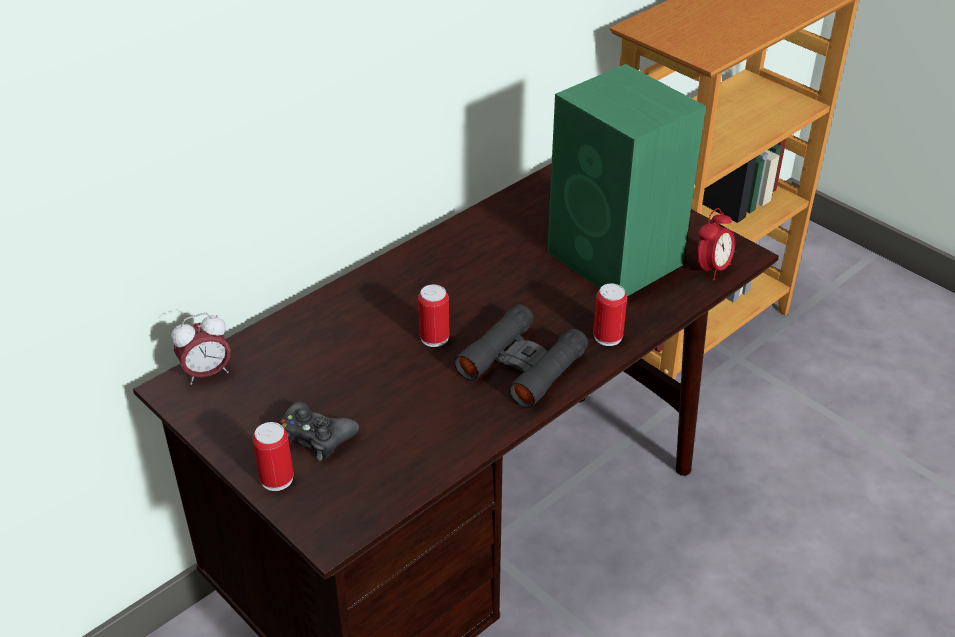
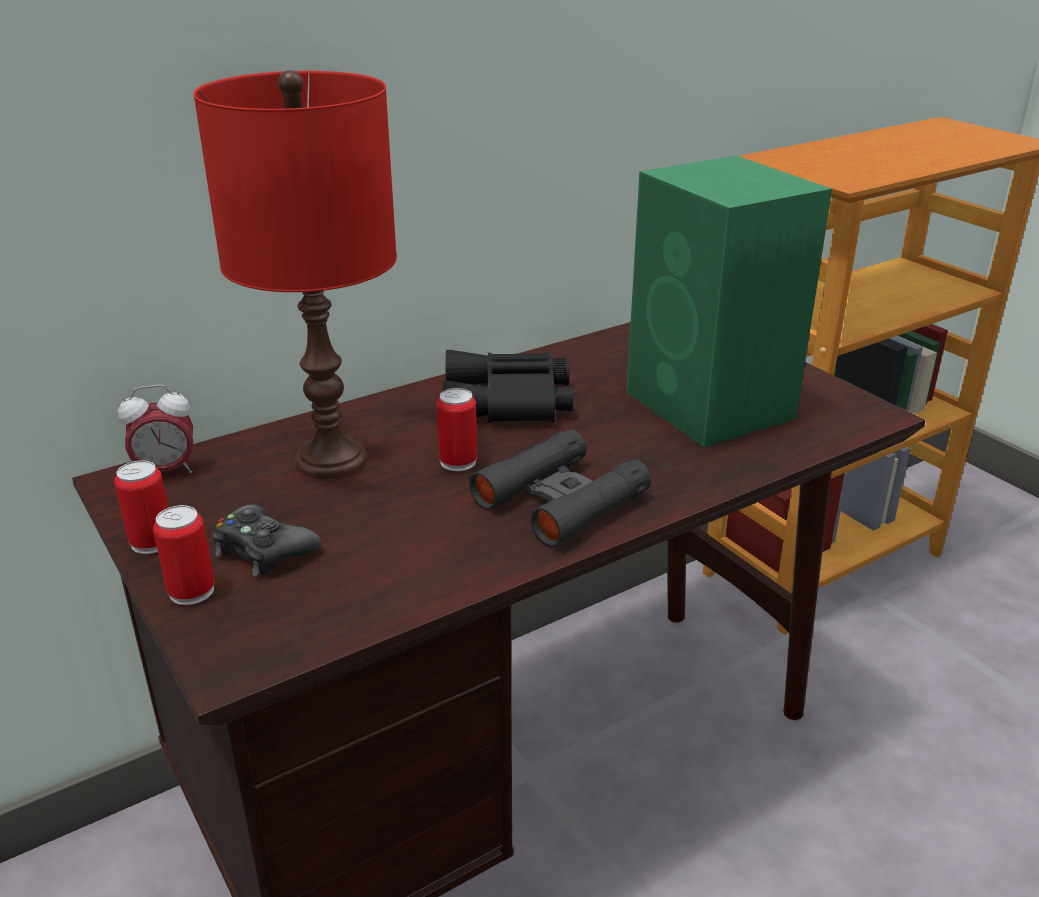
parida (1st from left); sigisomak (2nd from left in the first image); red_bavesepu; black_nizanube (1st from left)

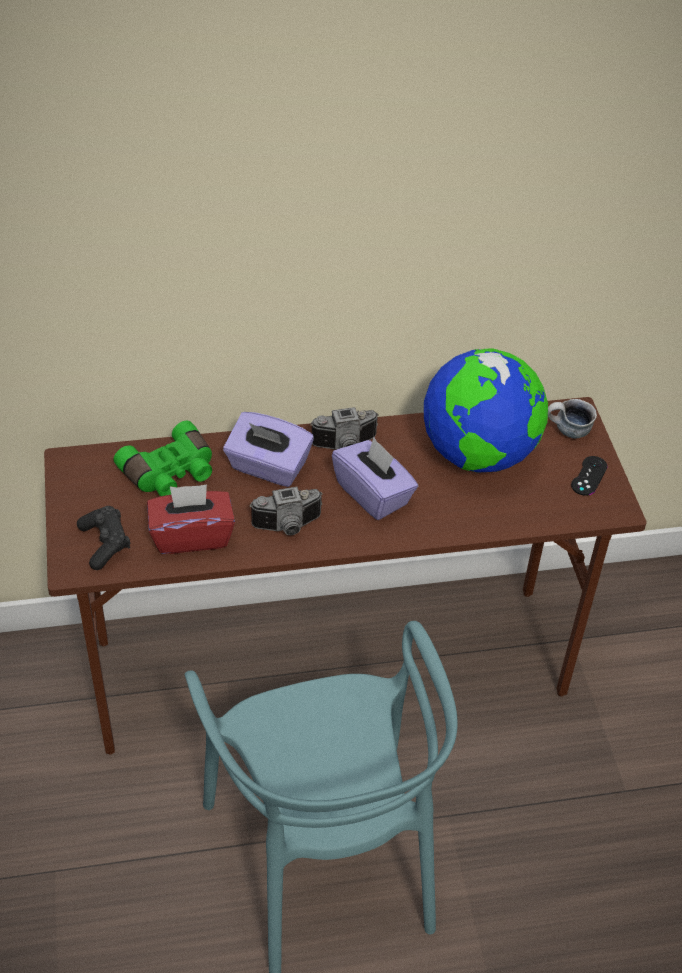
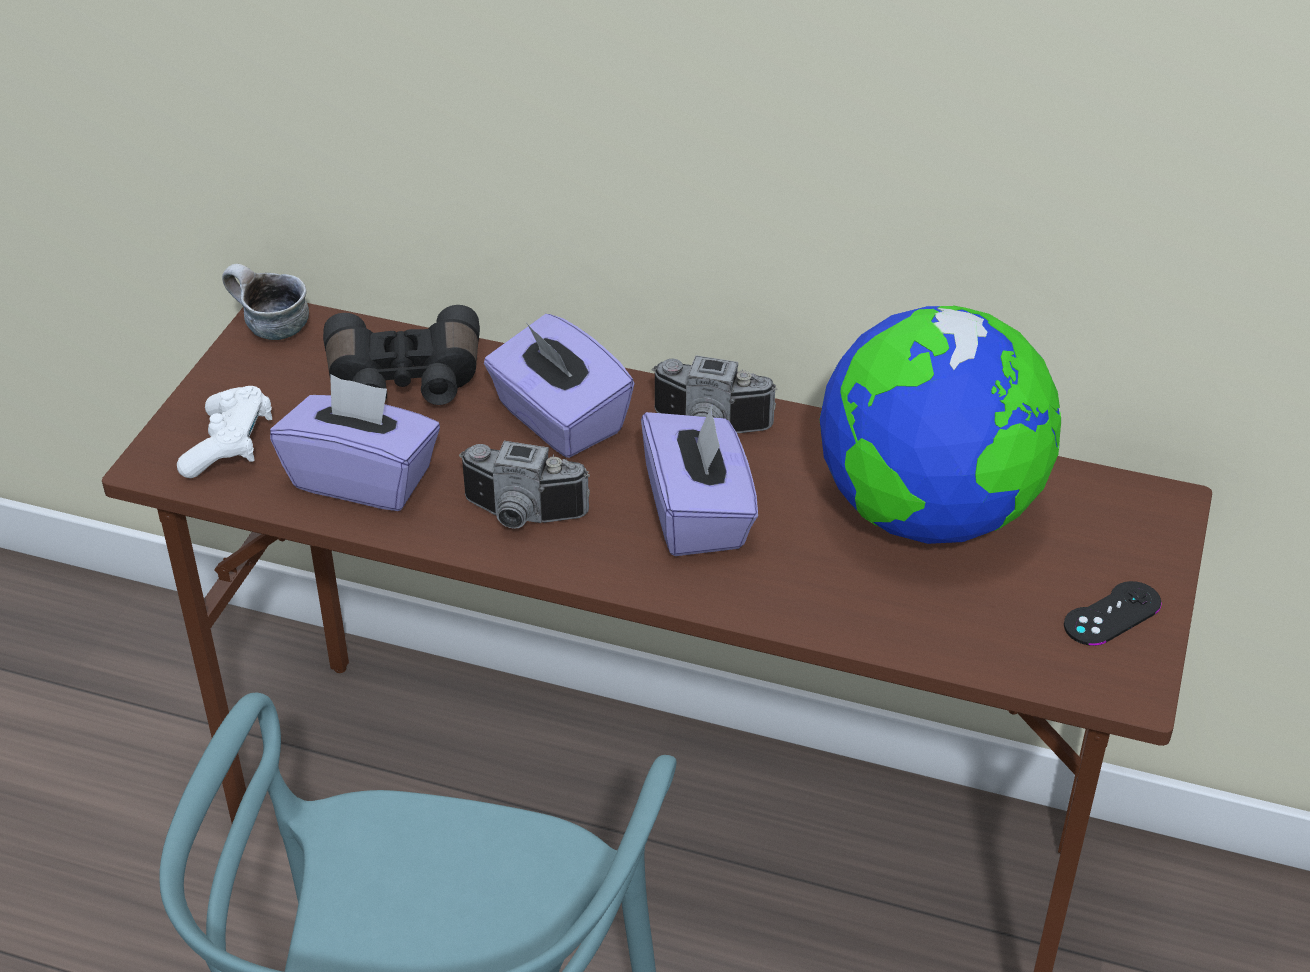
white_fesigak; black_nizanube; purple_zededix (1st from left); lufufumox

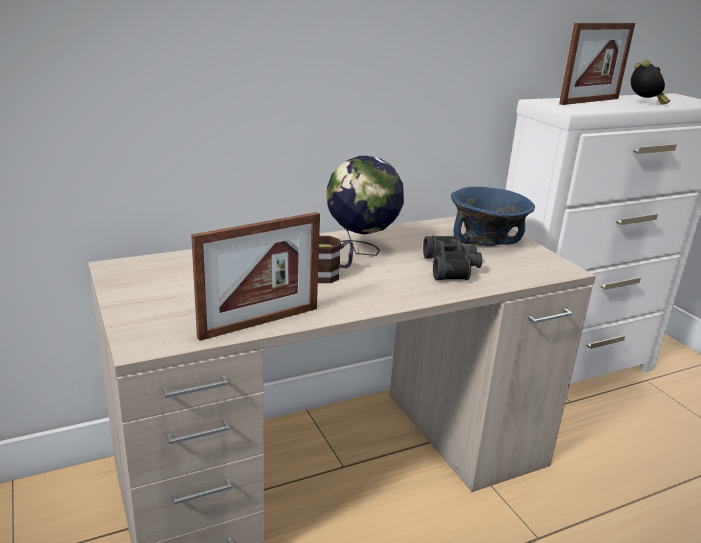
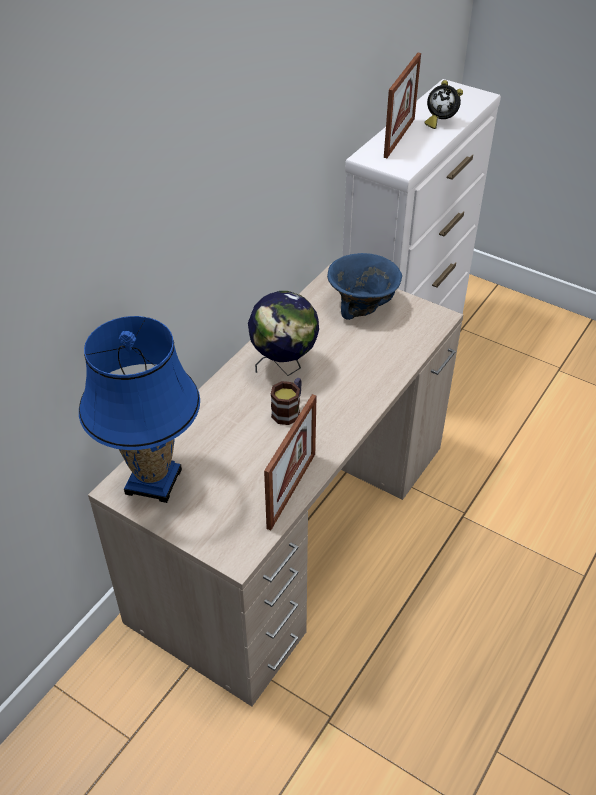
black_nizanube; sigisomak; blue_bavesepu

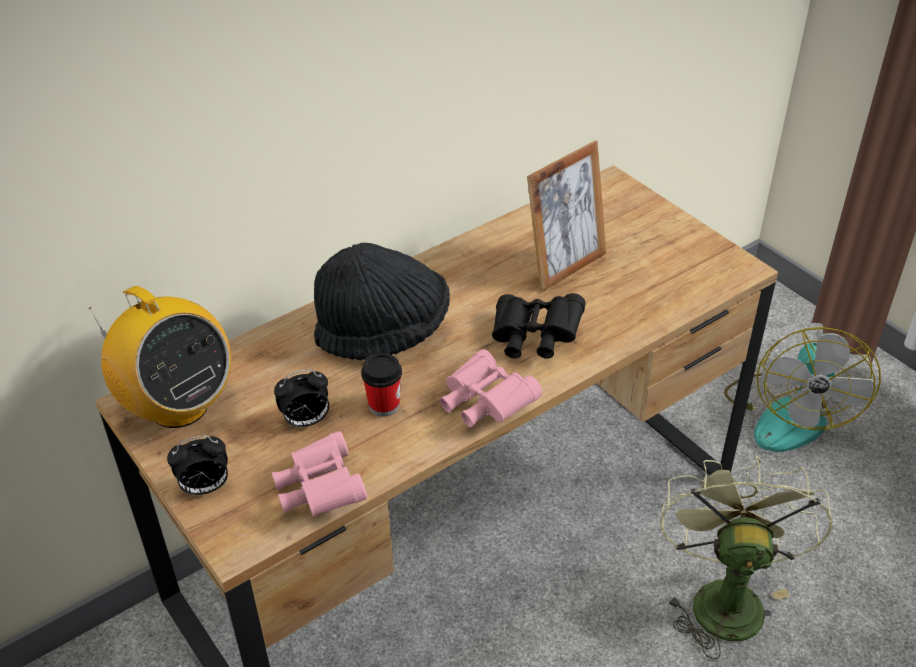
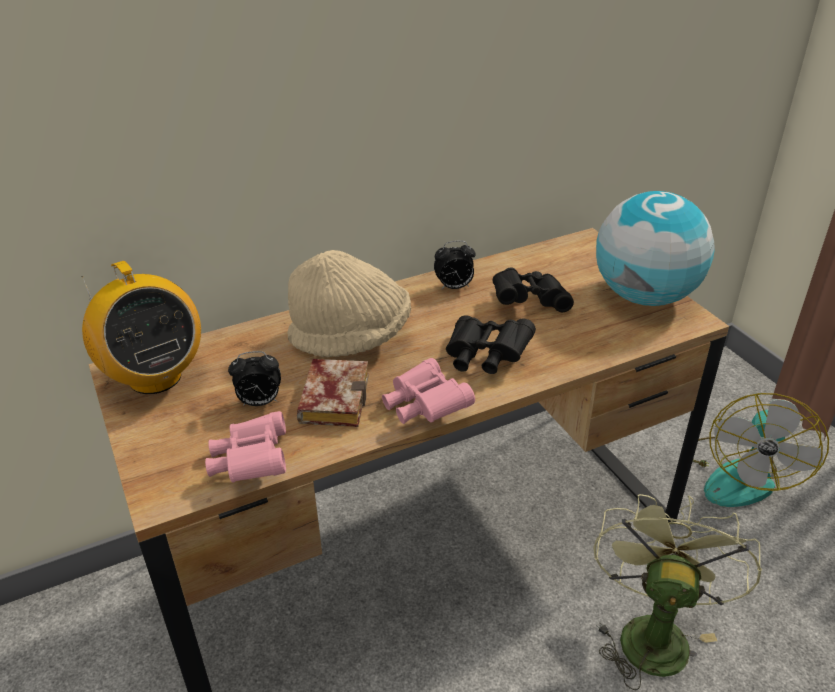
sigisomak (2nd from left); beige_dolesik; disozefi; black_nizanube (2nd from left); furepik

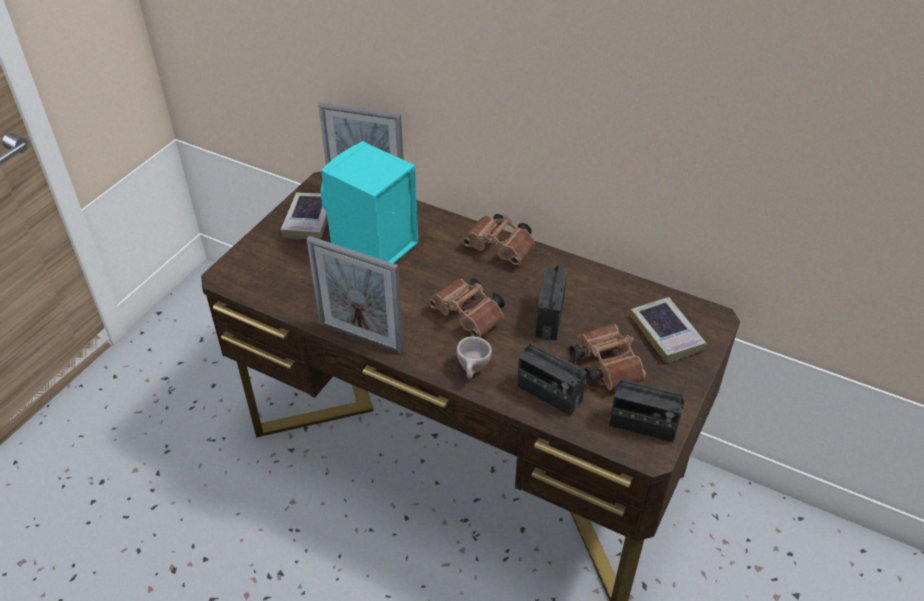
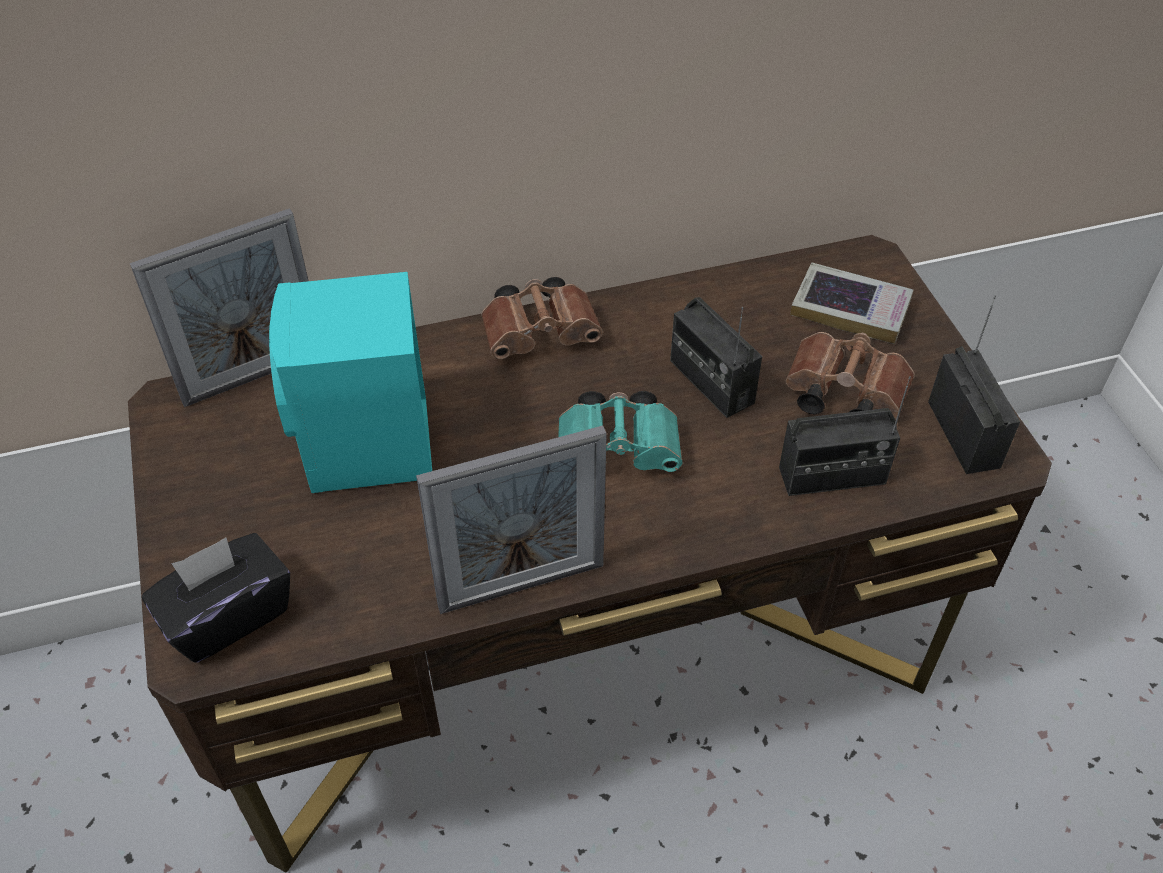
disozefi (1st from left in the first image); turquoise_nizanube; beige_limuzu; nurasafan (3rd from left); black_zededix

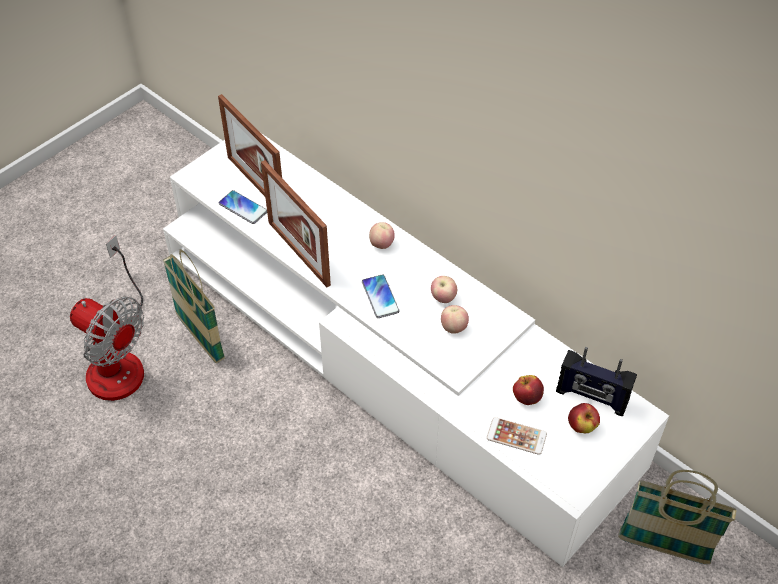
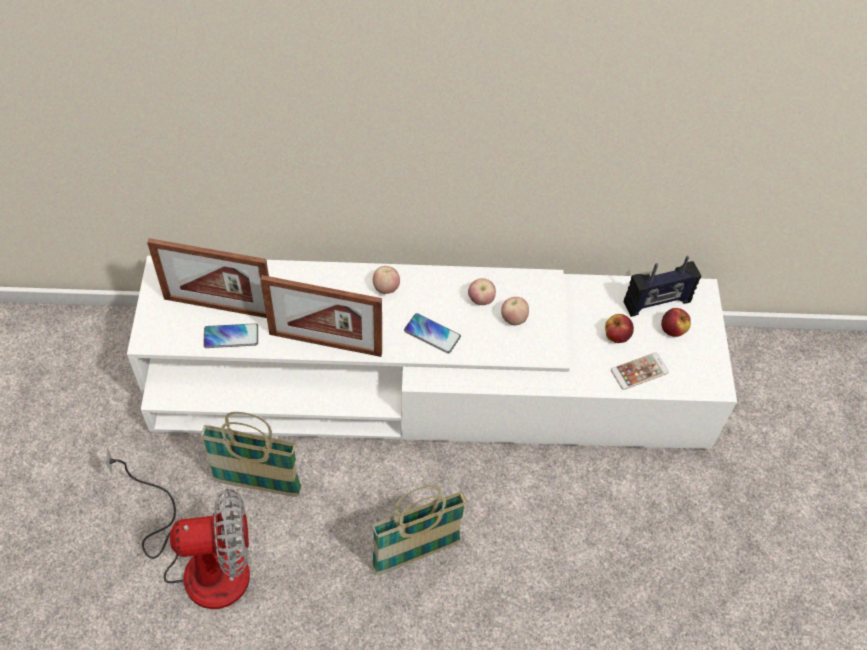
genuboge (2nd from left)

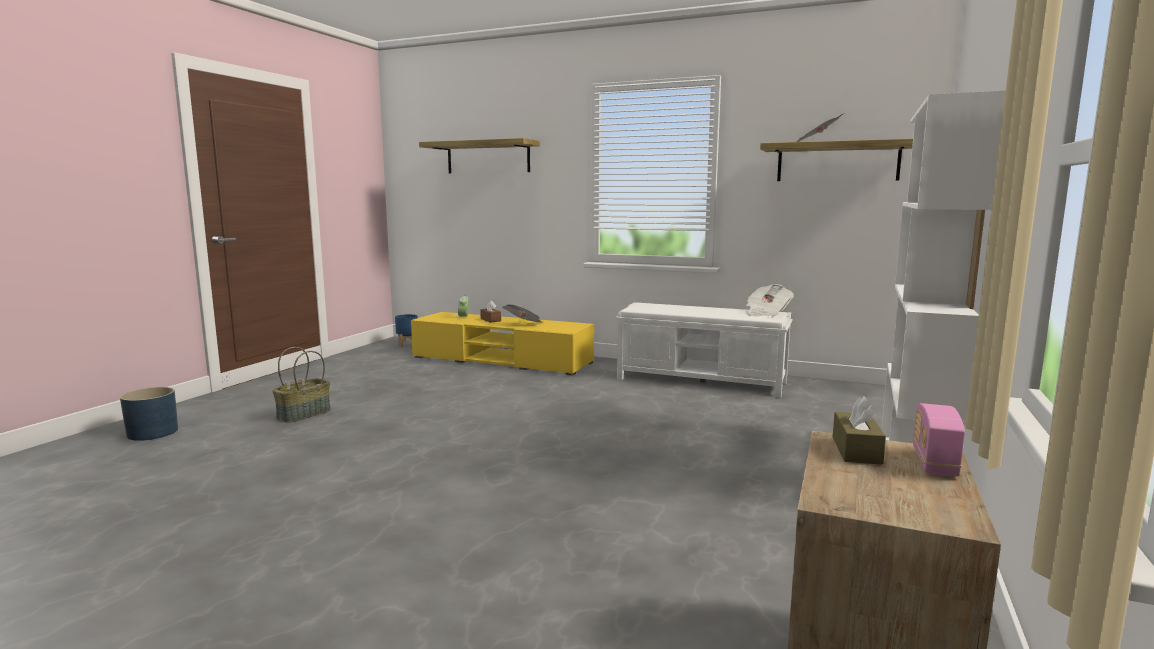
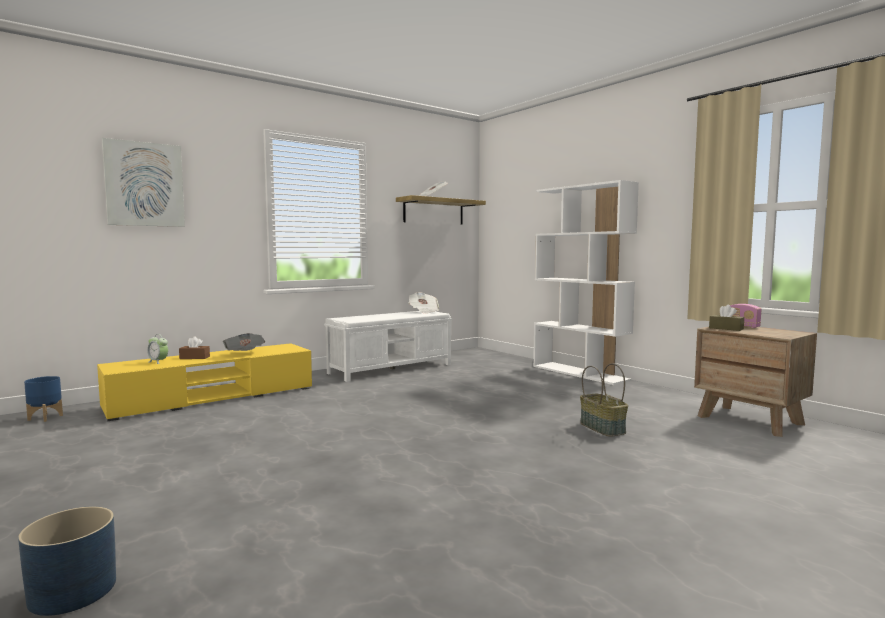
genuboge; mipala

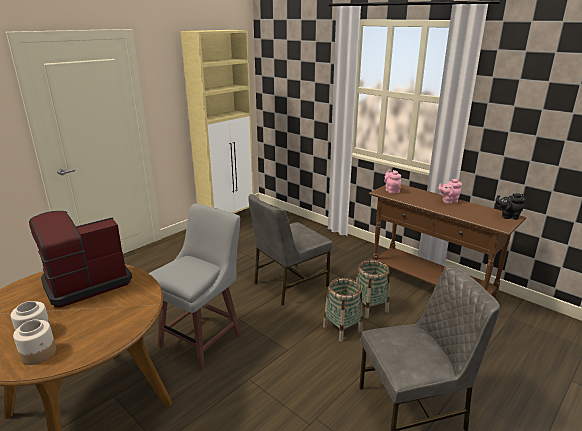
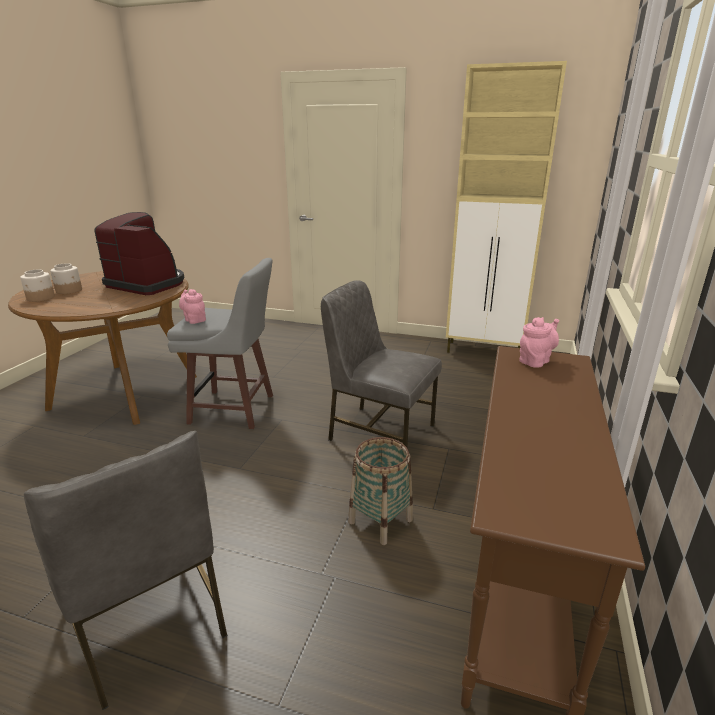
genuboge (1st from left in the first image); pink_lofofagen (1st from left); black_lofofagen

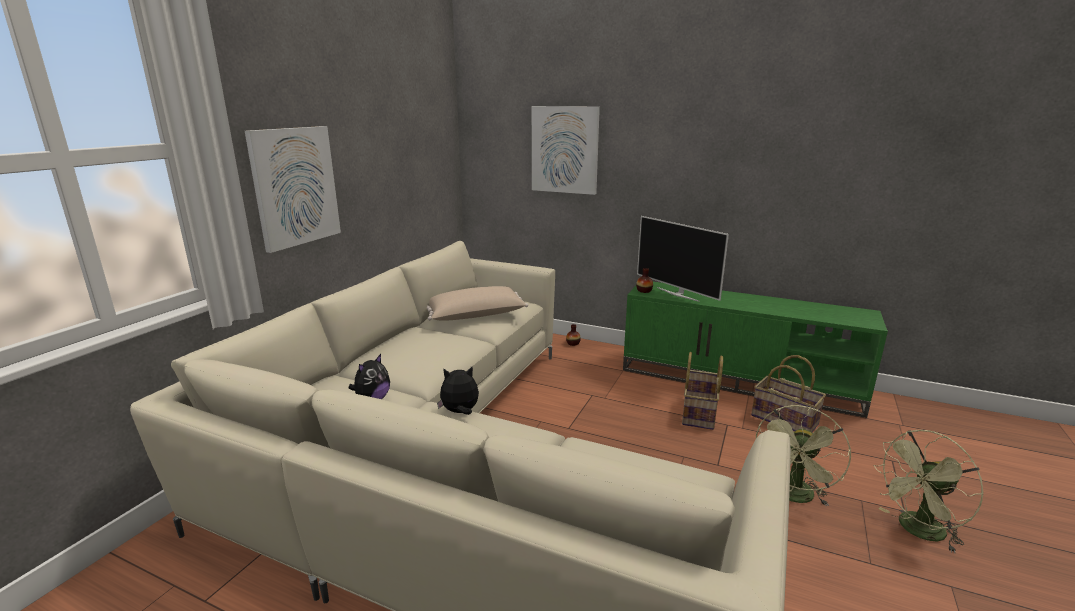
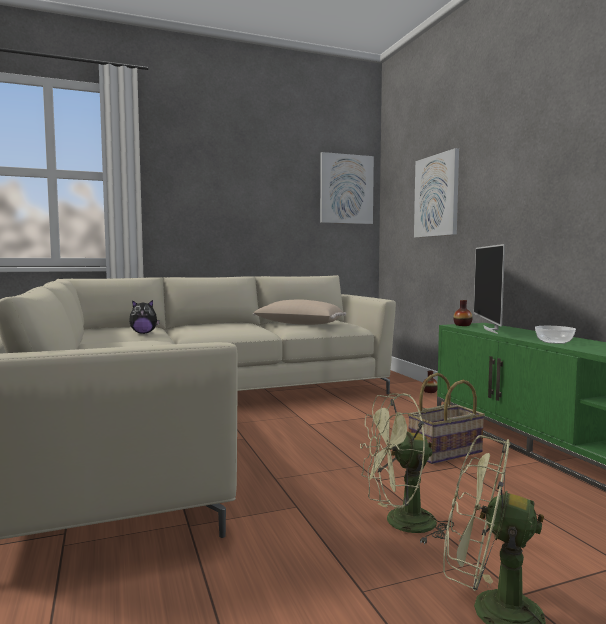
mipala (1st from left); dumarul (2nd from left in the first image); genuboge (2nd from left in the first image); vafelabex

